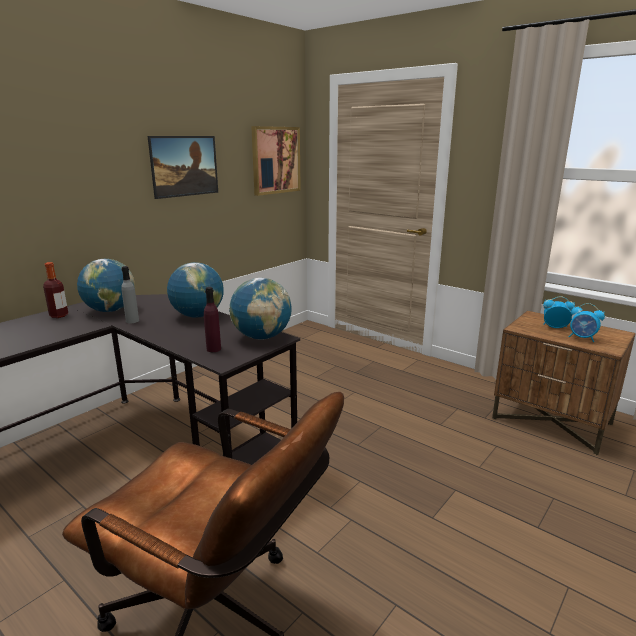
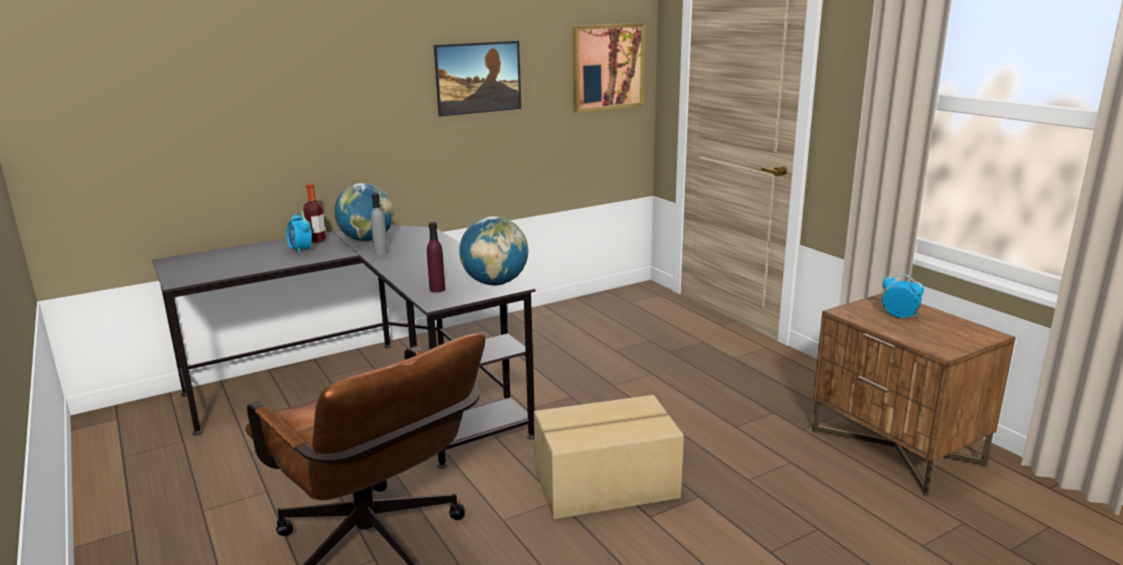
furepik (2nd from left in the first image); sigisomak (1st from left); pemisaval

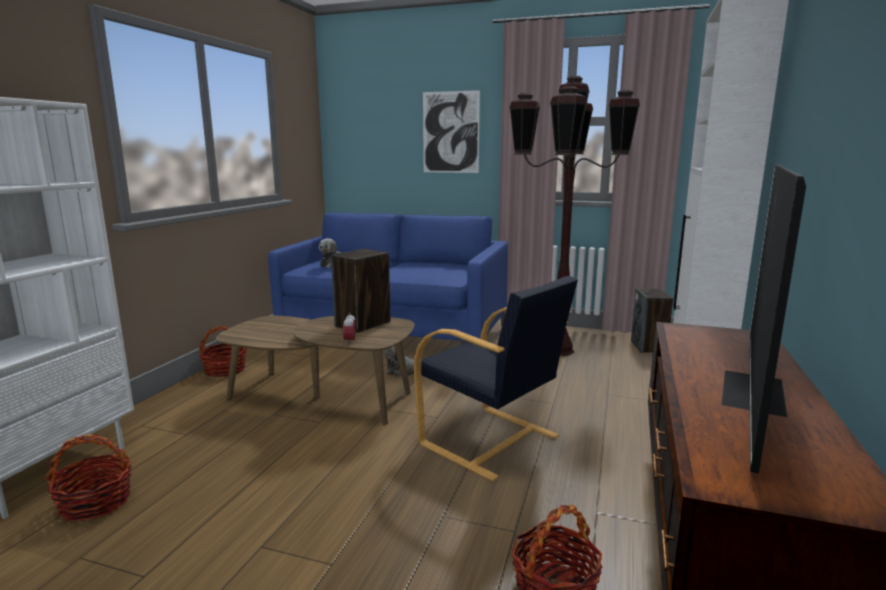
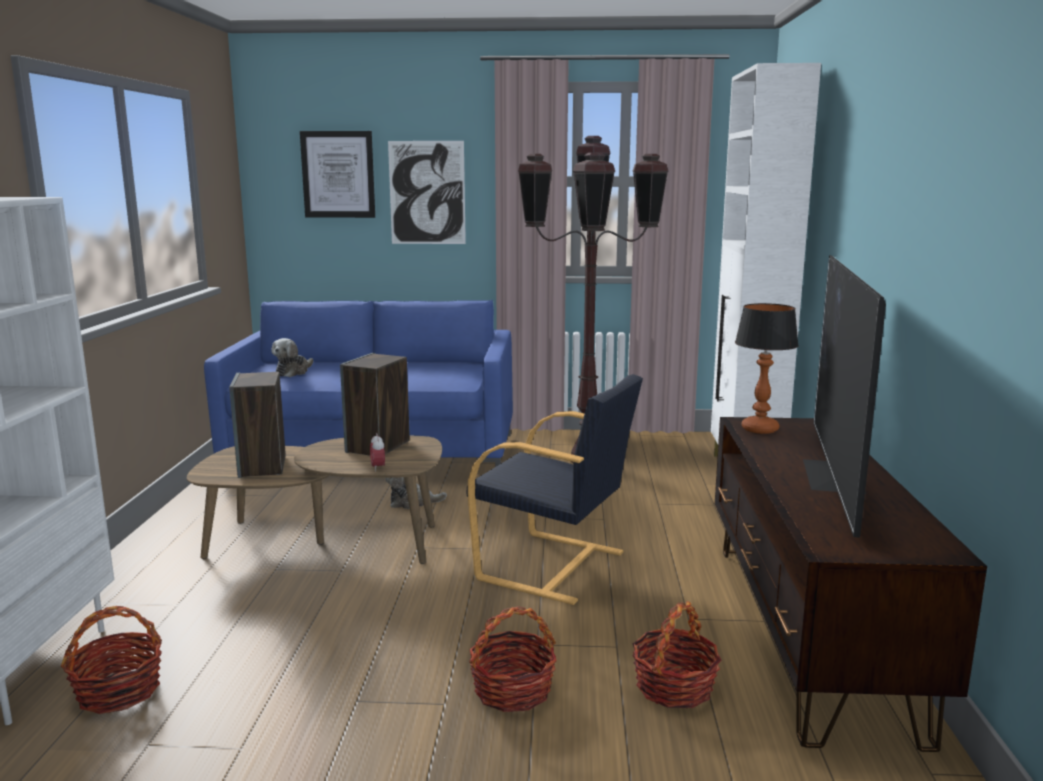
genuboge (2nd from left); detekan (1st from left); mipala (1st from left); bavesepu

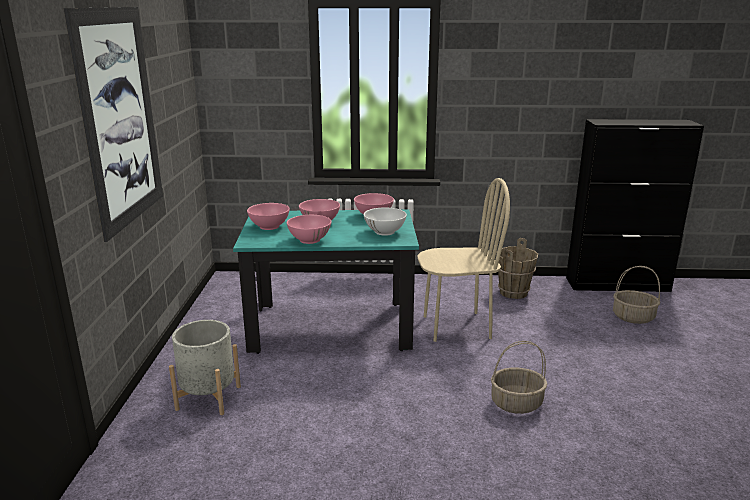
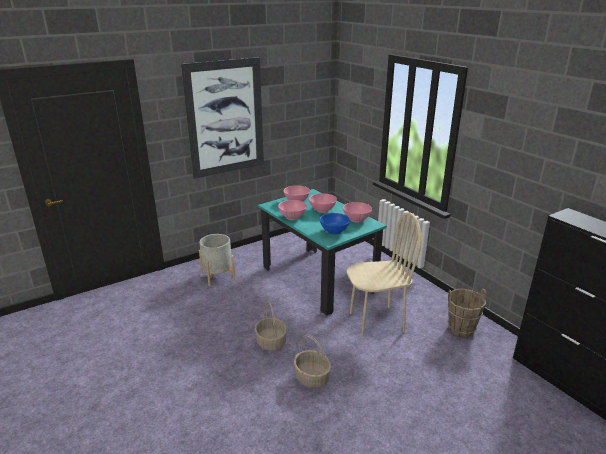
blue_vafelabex; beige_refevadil; genuboge (1st from left)

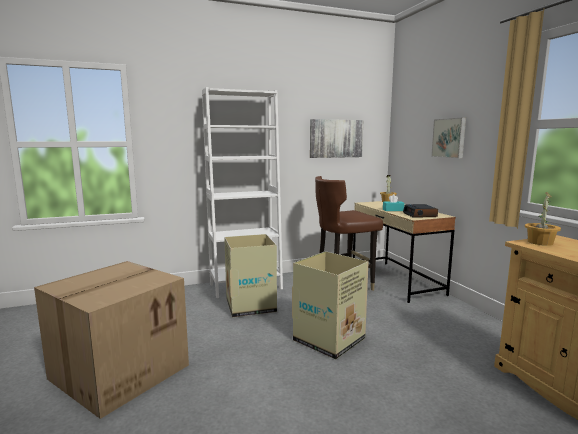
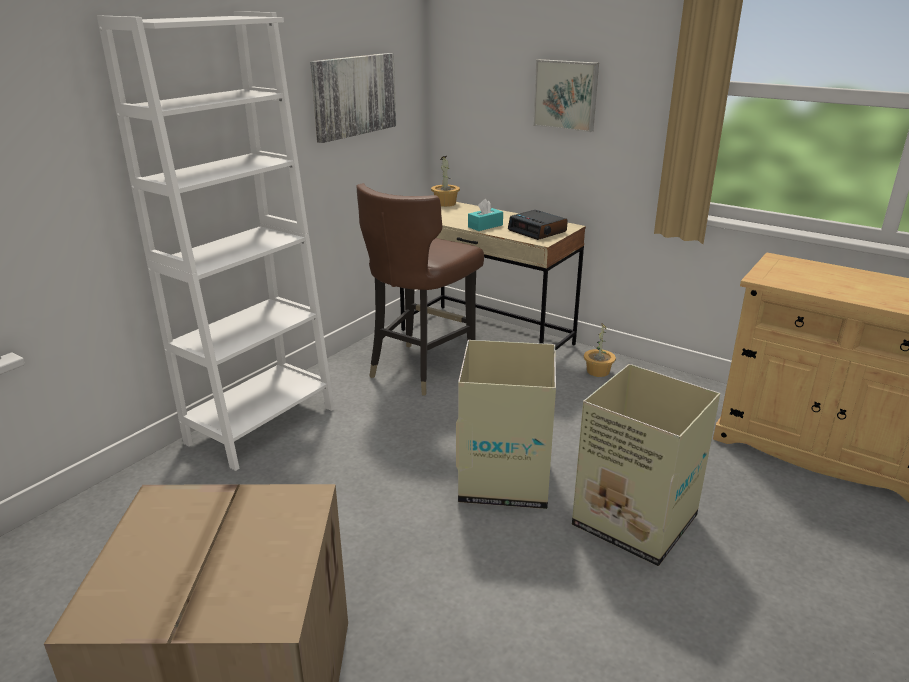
pemisaval (3rd from left); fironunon (2nd from left)

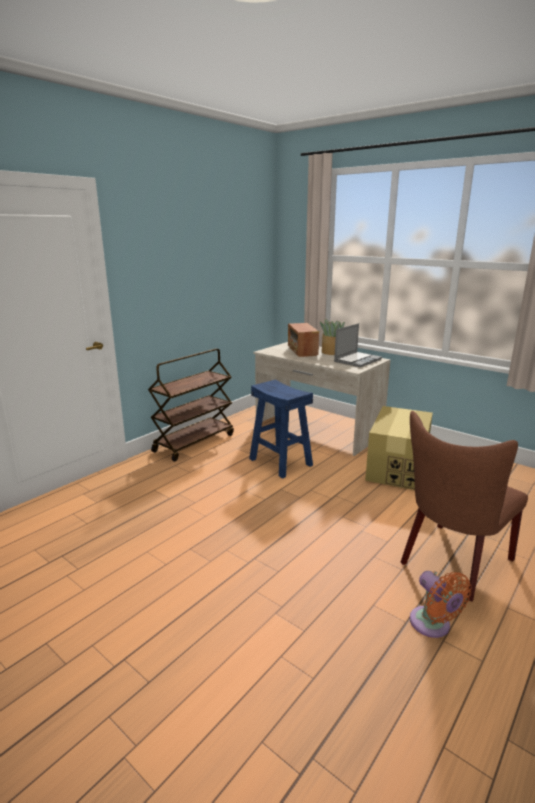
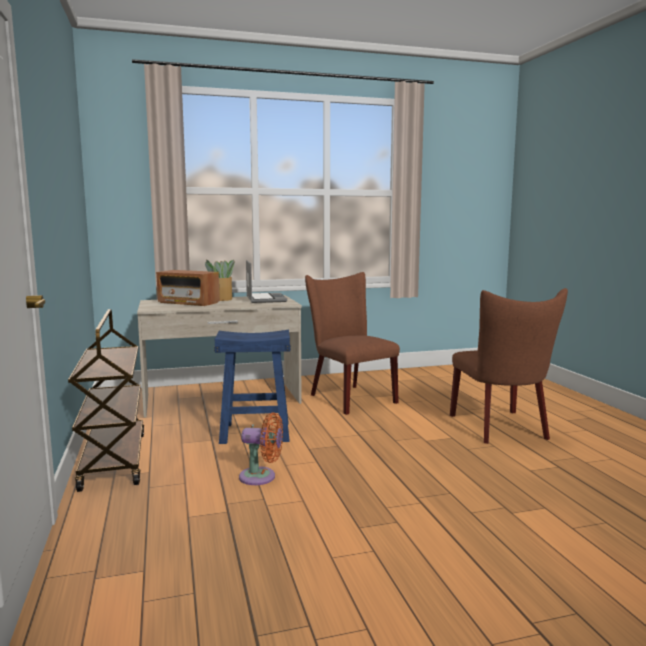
brown_refevadil (1st from left); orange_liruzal

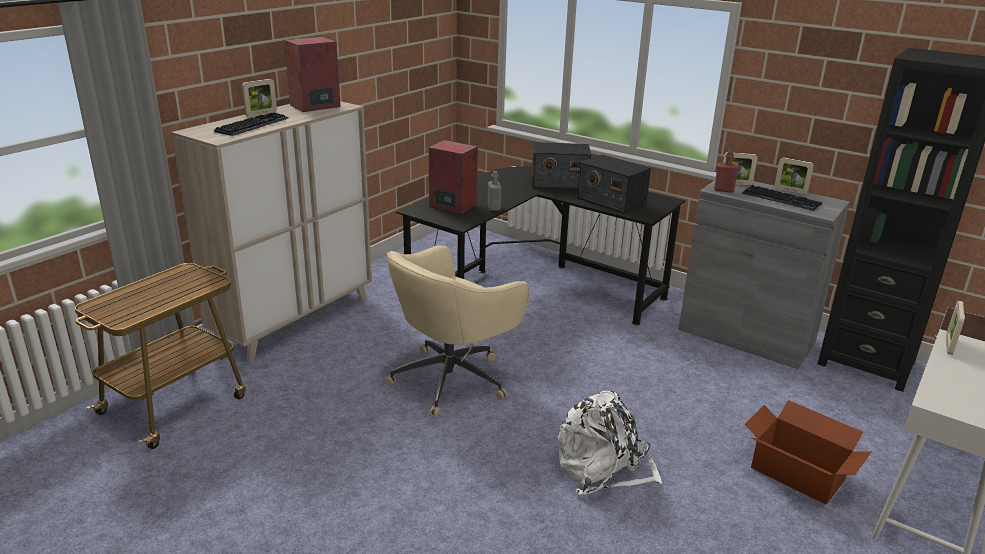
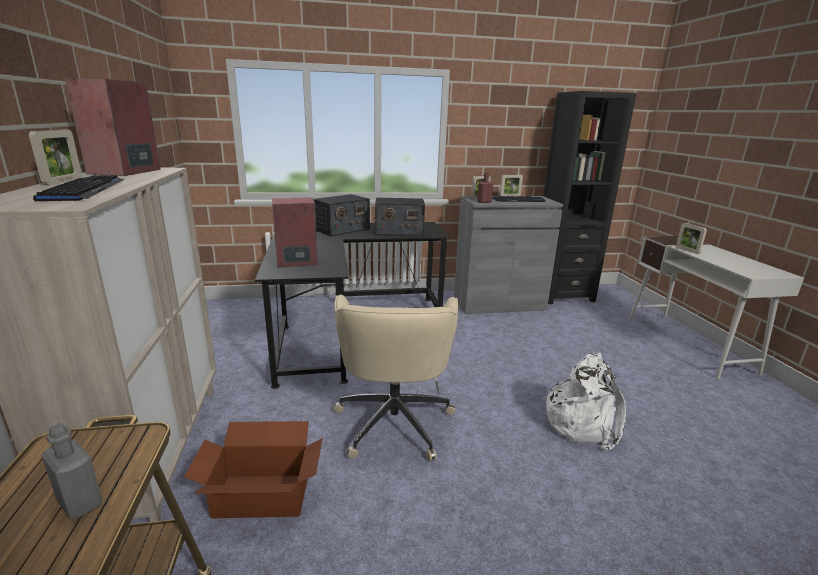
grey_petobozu; pemisaval

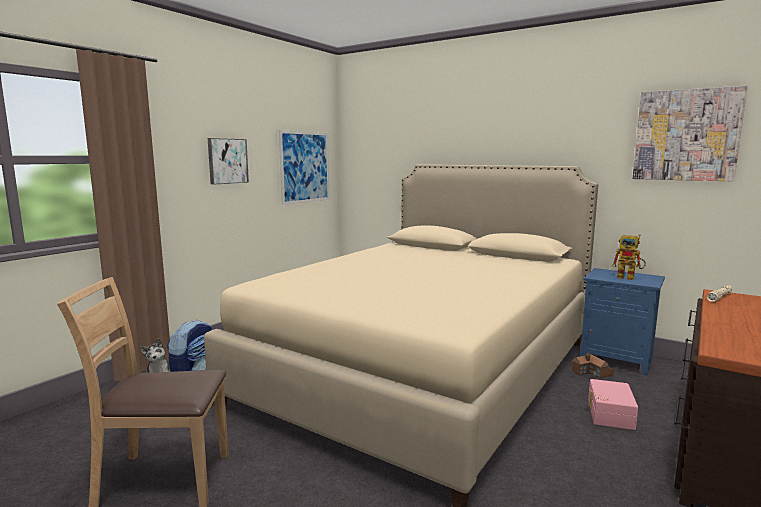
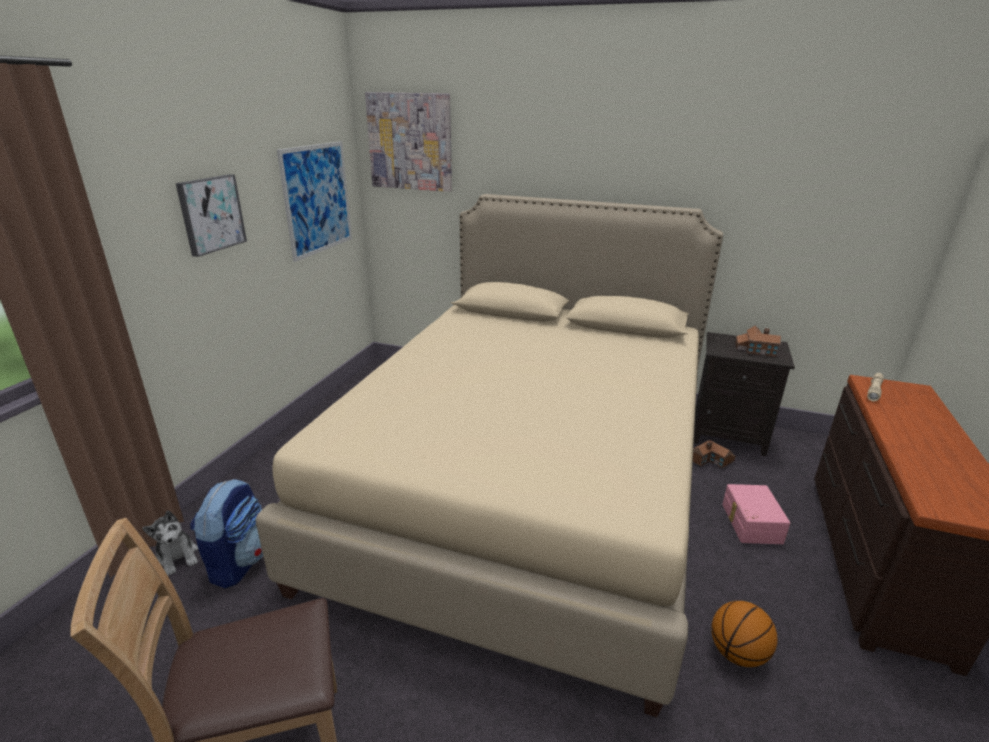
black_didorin; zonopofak (2nd from left); mipala (3rd from left); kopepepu

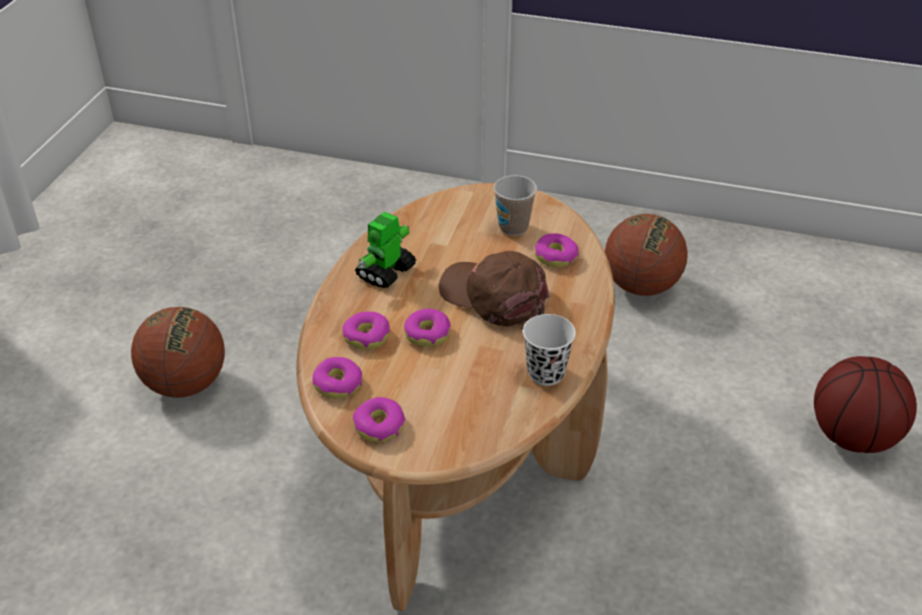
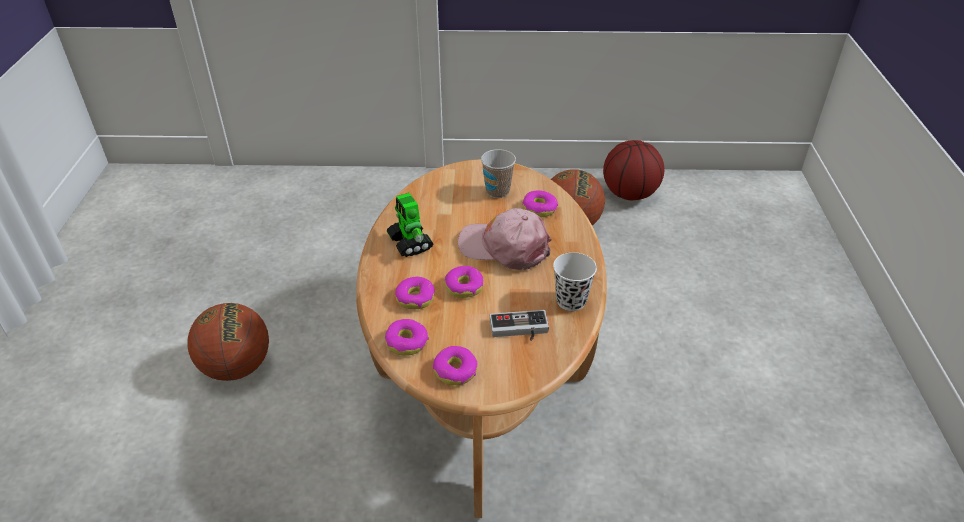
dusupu; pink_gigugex; kopepepu (3rd from left); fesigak

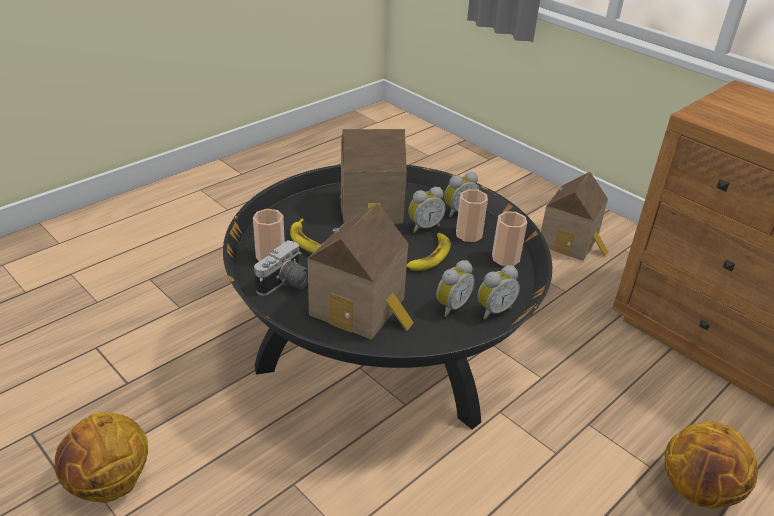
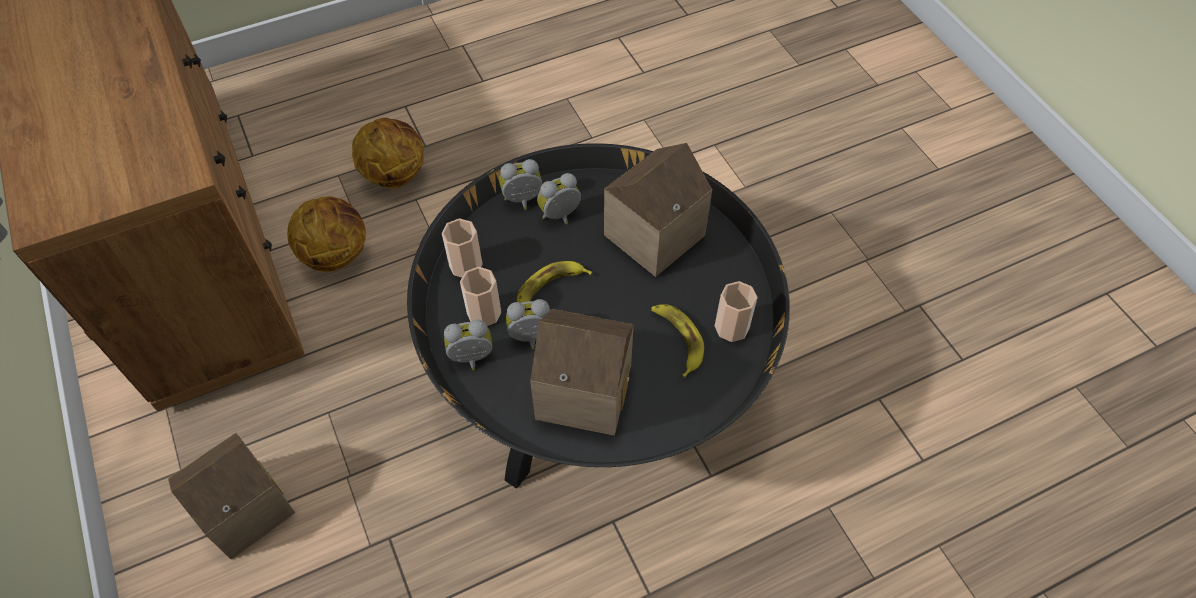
kopepepu (1st from left); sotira

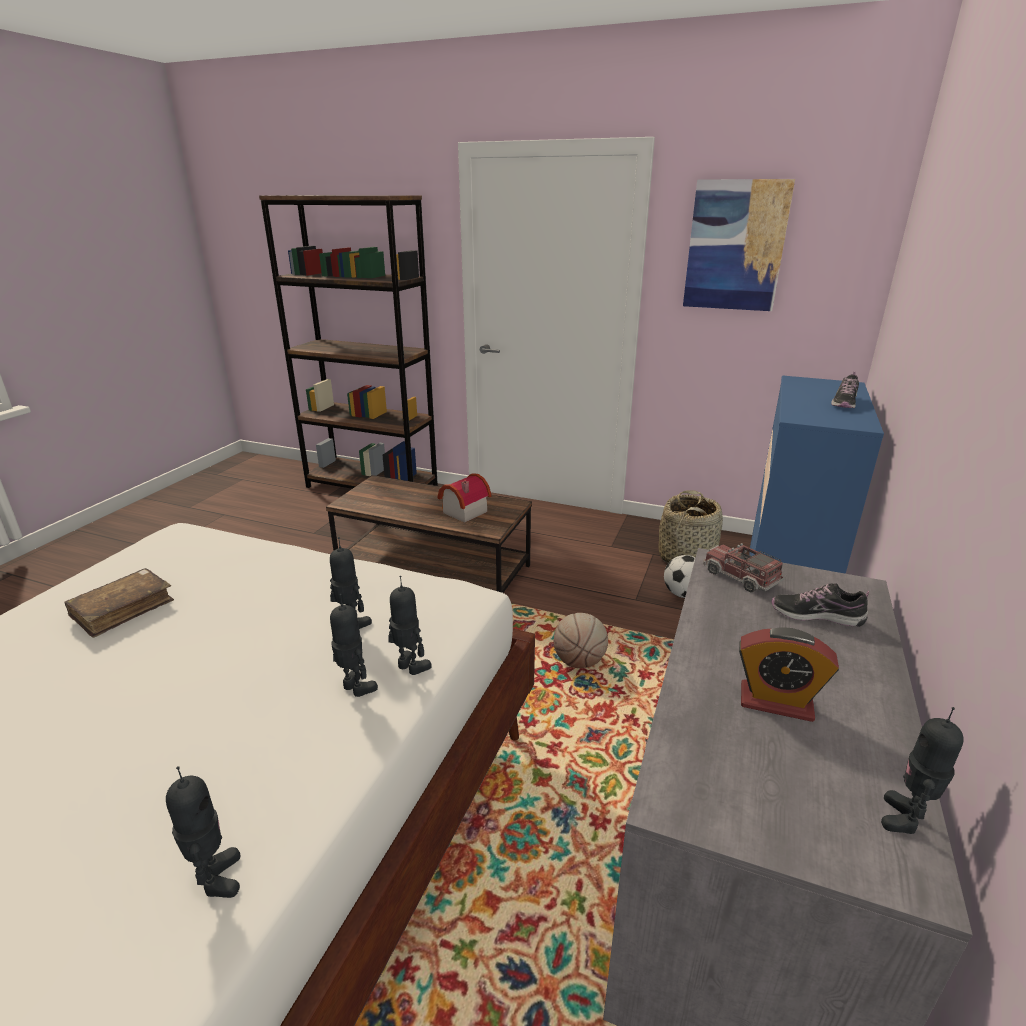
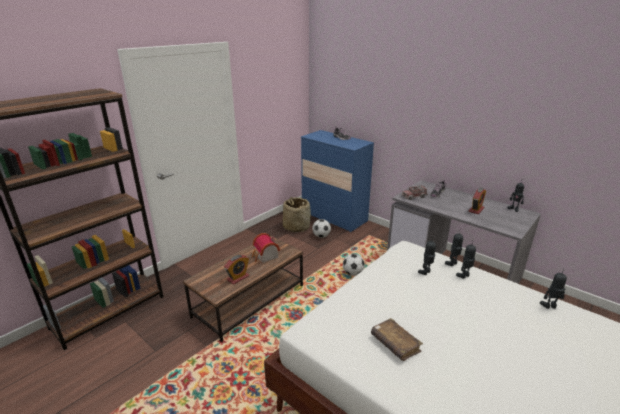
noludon (2nd from left); mipala; sigisomak (1st from left)

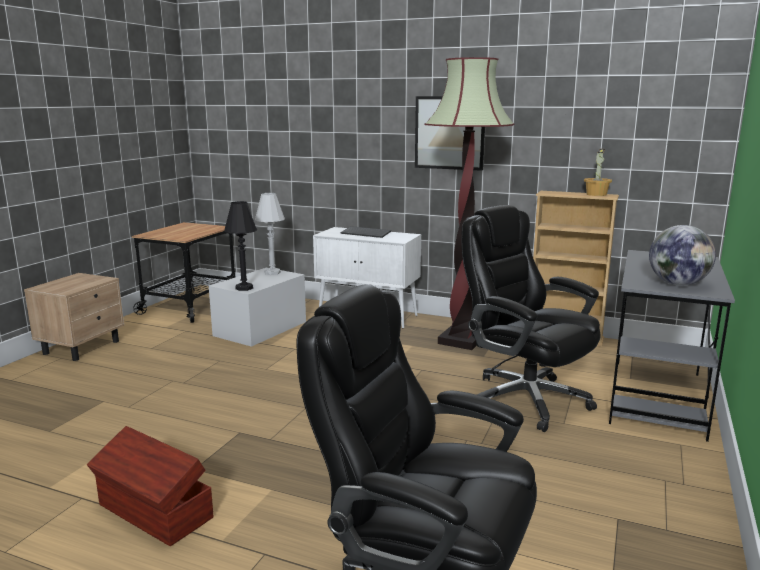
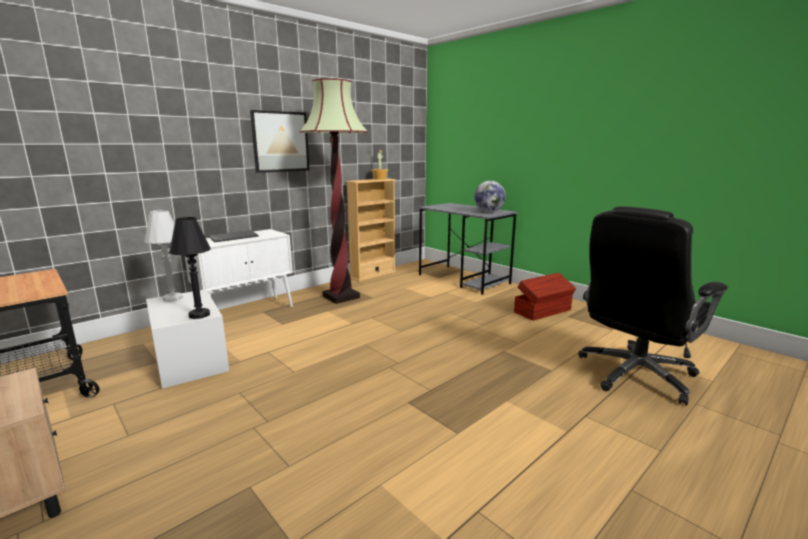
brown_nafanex; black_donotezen (2nd from left in the first image)

